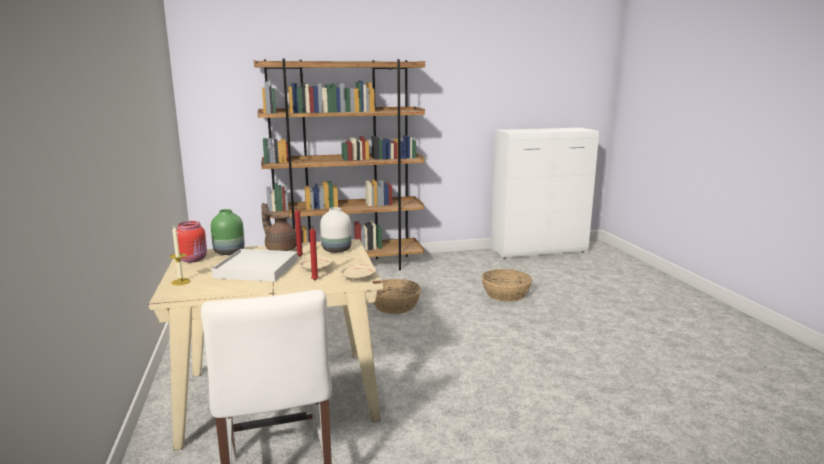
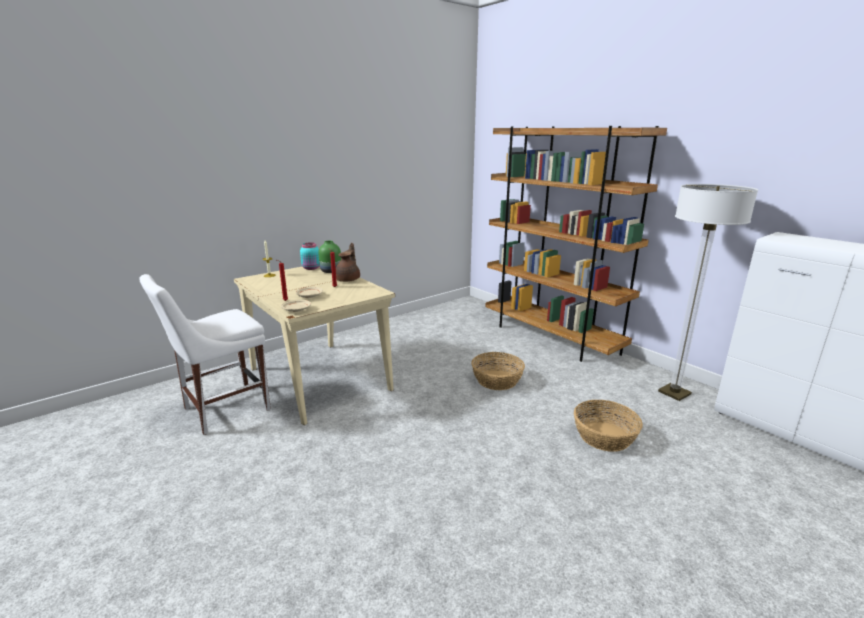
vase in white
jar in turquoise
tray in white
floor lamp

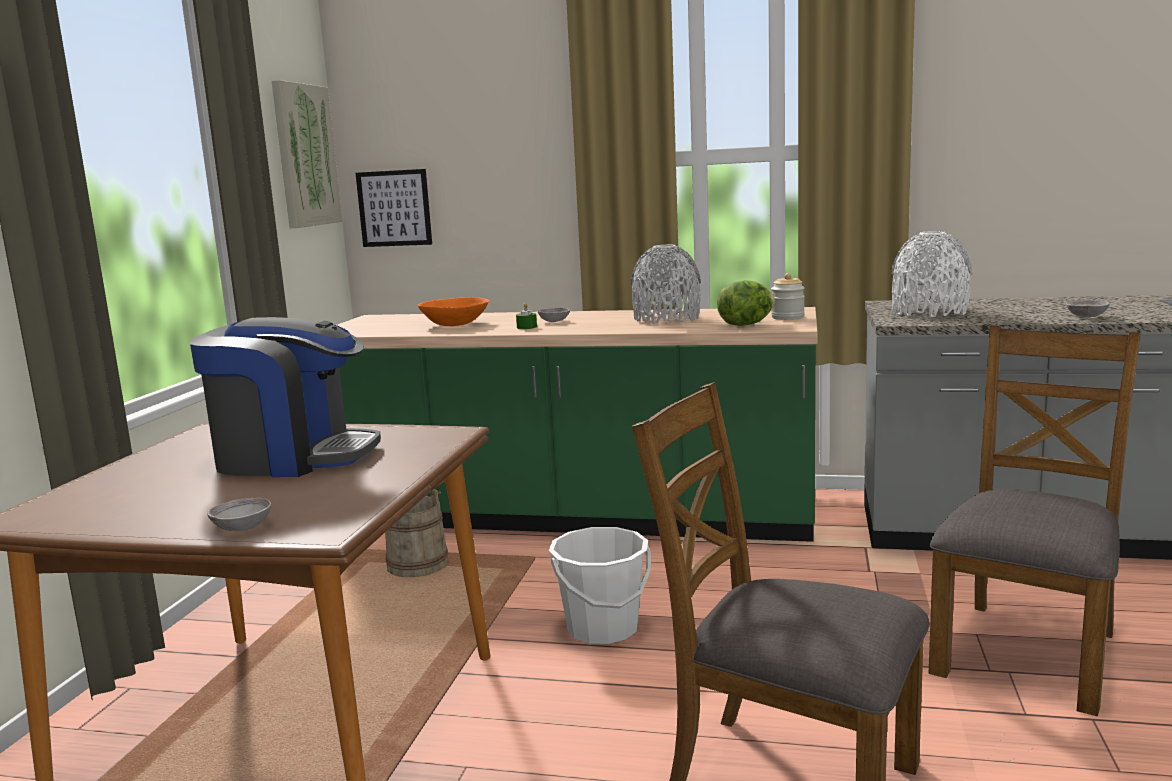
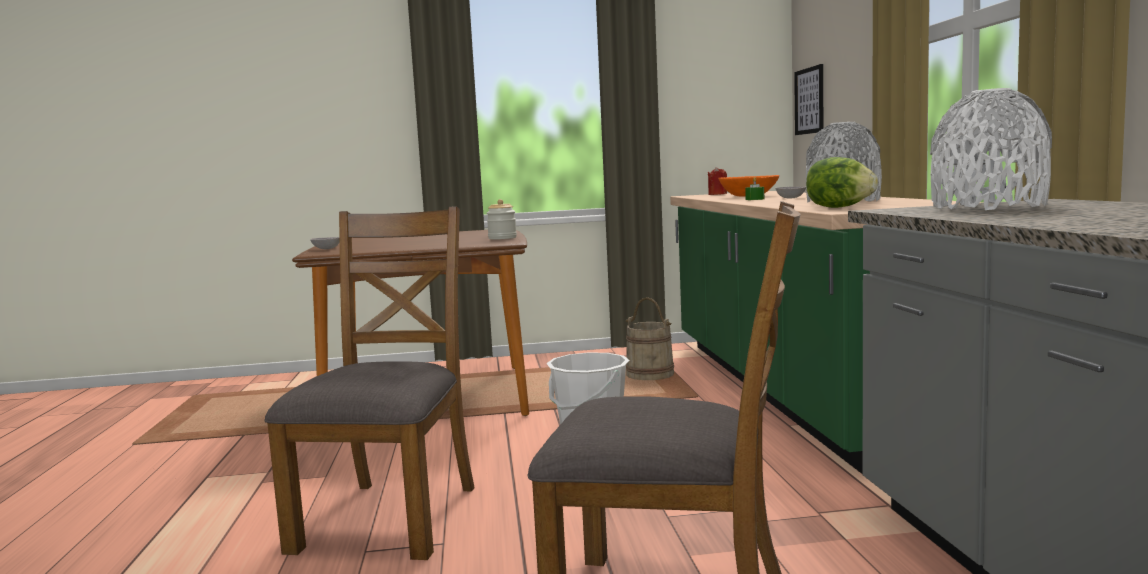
picture (no. 1 from left in the first image)
jar
bowl in grey (no. 3 from left in the first image)
coffee machine
candle in red

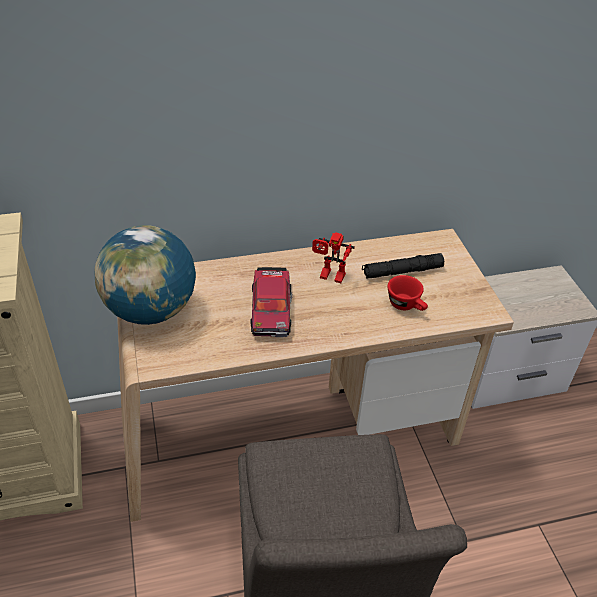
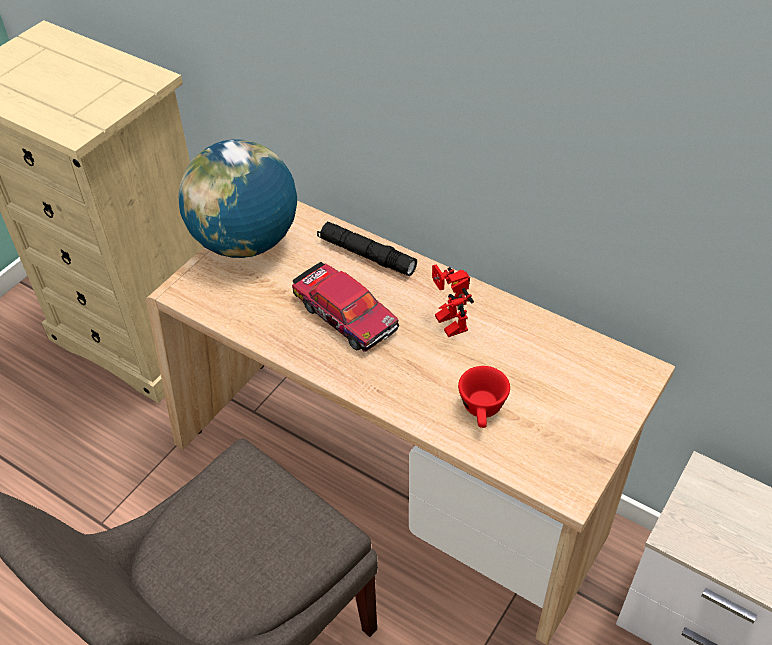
flashlight in black
toy car

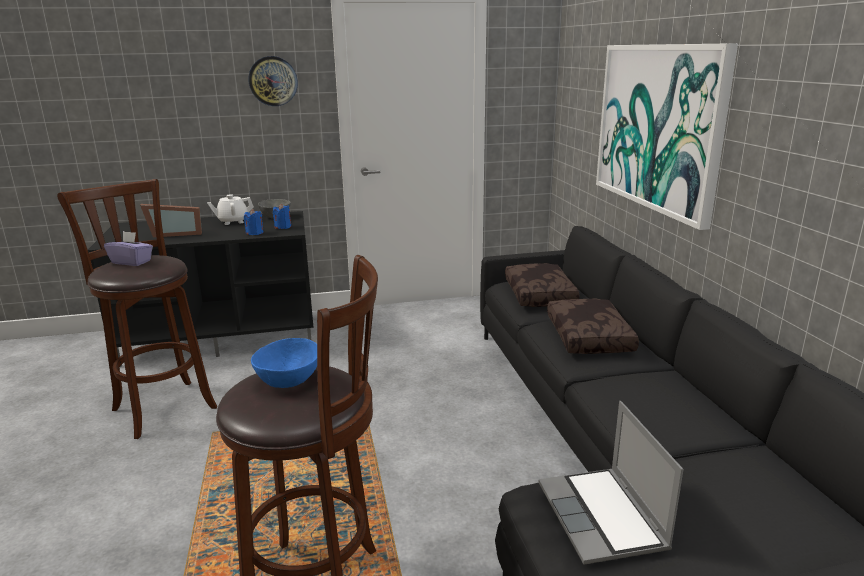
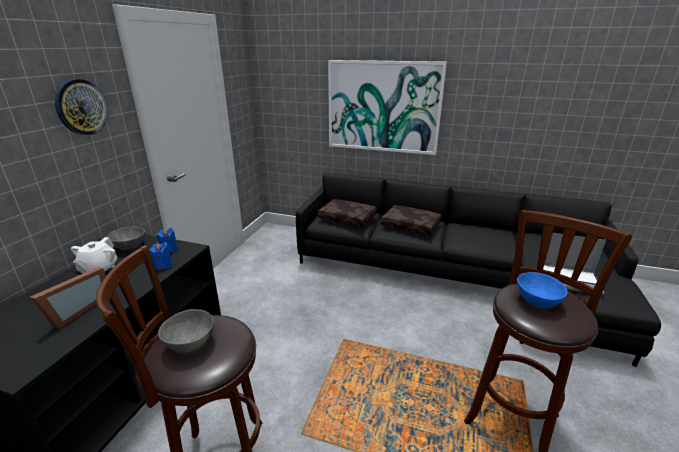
bowl in grey (no. 2 from left)

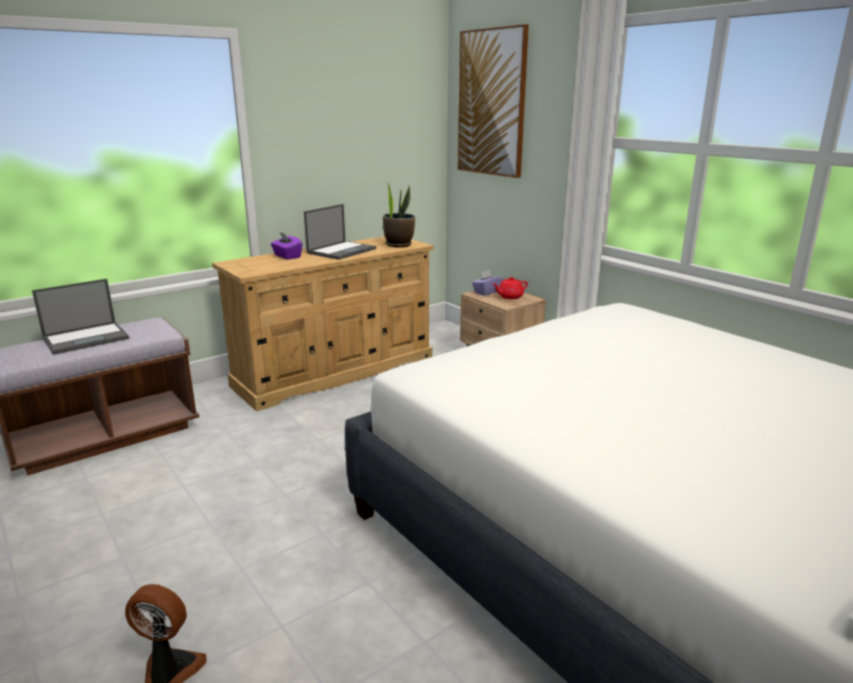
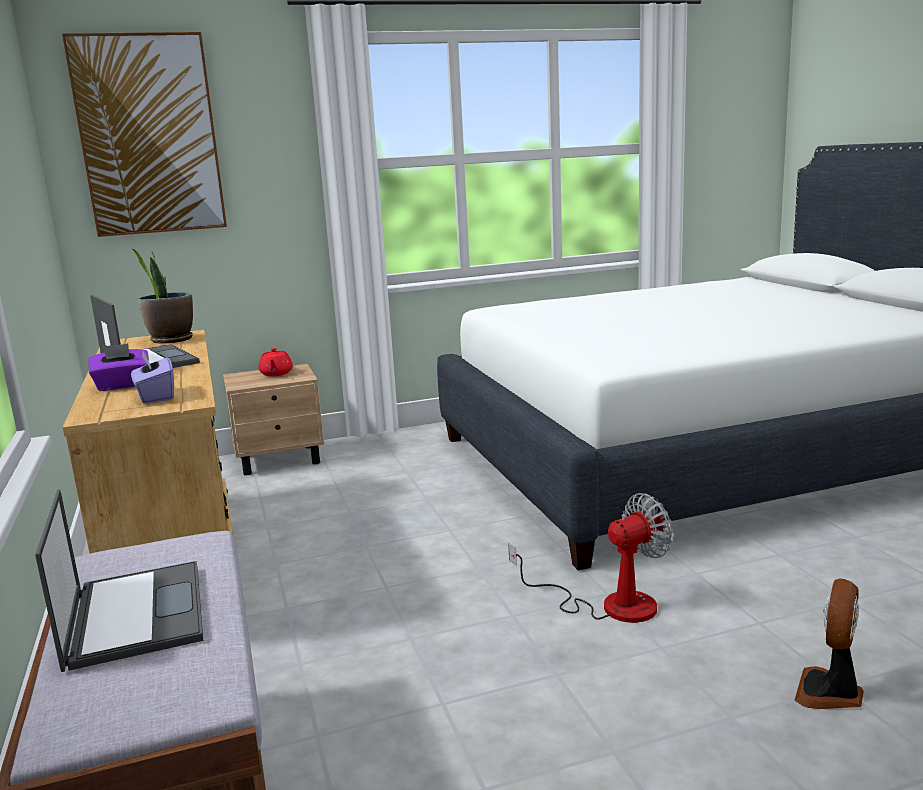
tissue box in purple (no. 2 from left)
fan (no. 1 from left)

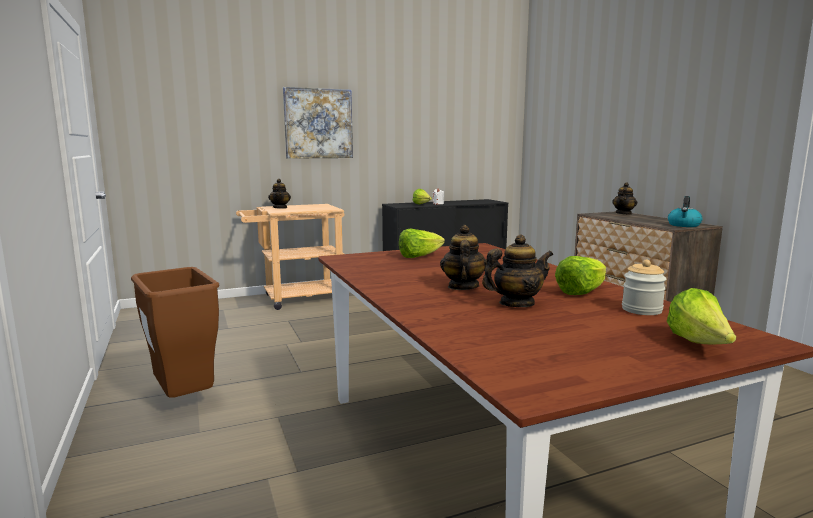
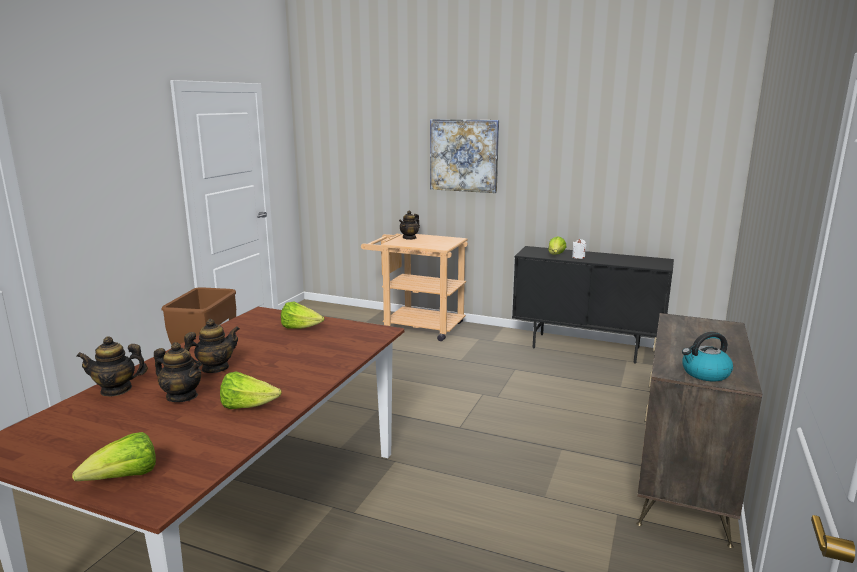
teapot (no. 1 from left)
jar

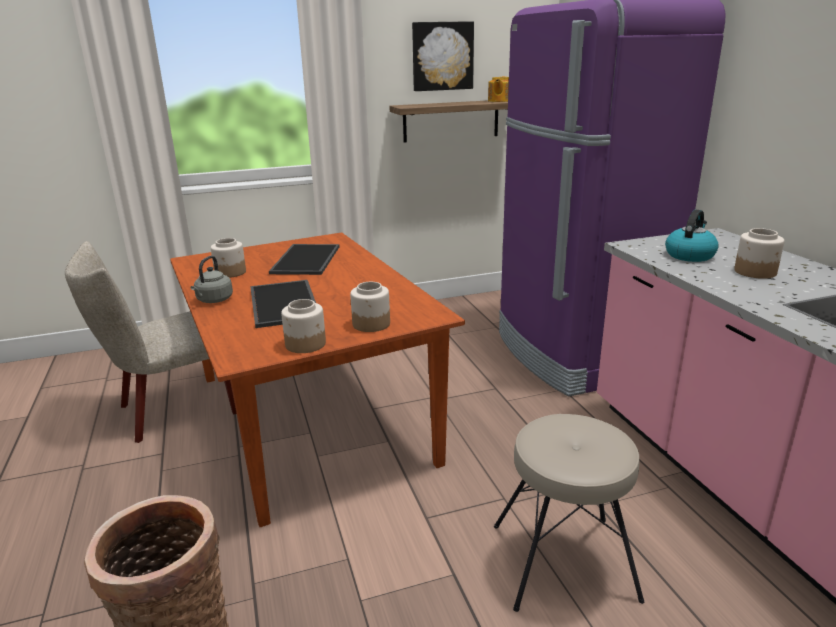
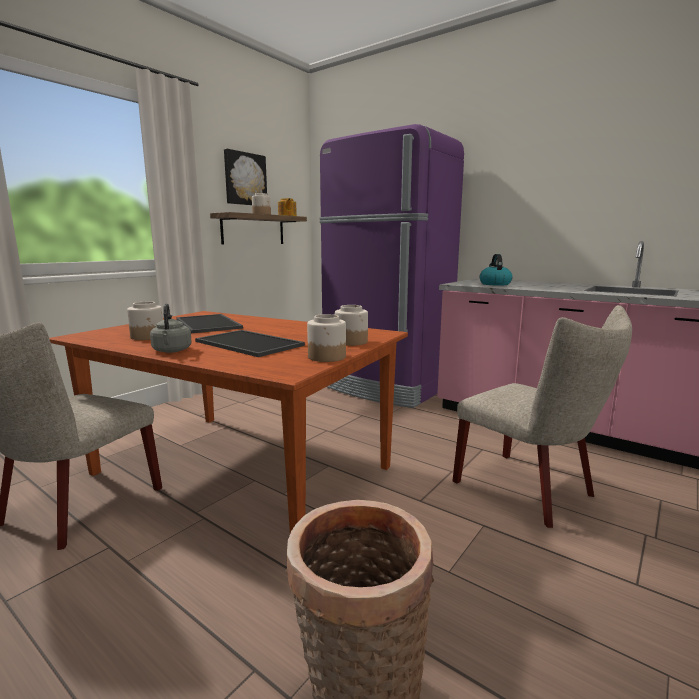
jar (no. 2 from left)
chair in beige (no. 2 from left)

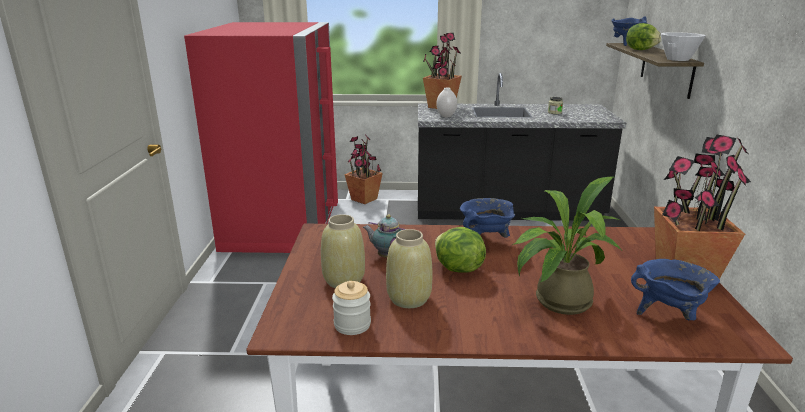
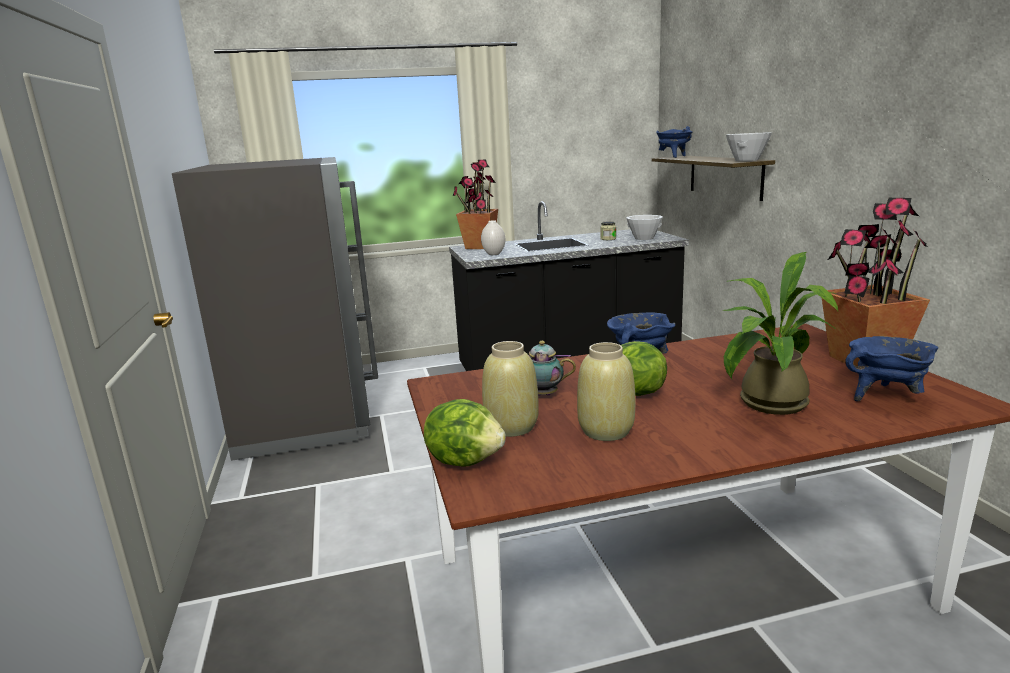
fridge in grey
lettuce (no. 1 from left)
potted plant (no. 1 from left in the first image)
jar (no. 1 from left in the first image)
bowl in white (no. 1 from left)

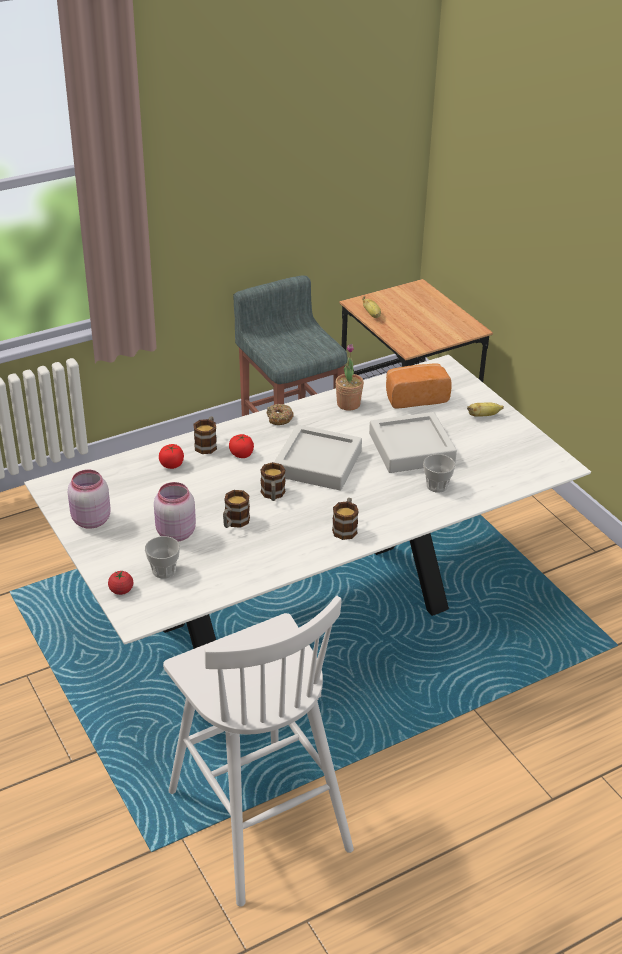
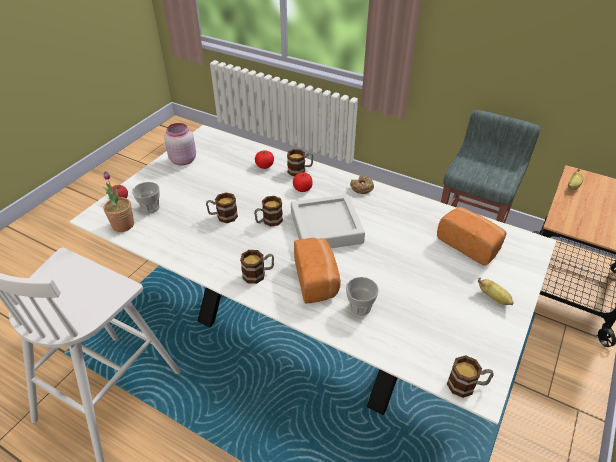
potted plant
tray in grey (no. 2 from left in the first image)
jar in pink (no. 2 from left in the first image)
bread (no. 1 from left)
mug (no. 5 from left)

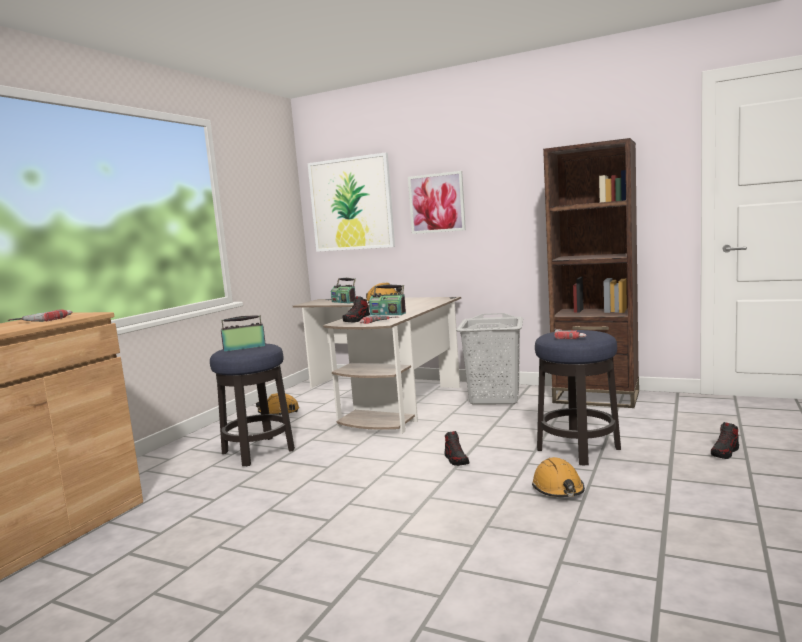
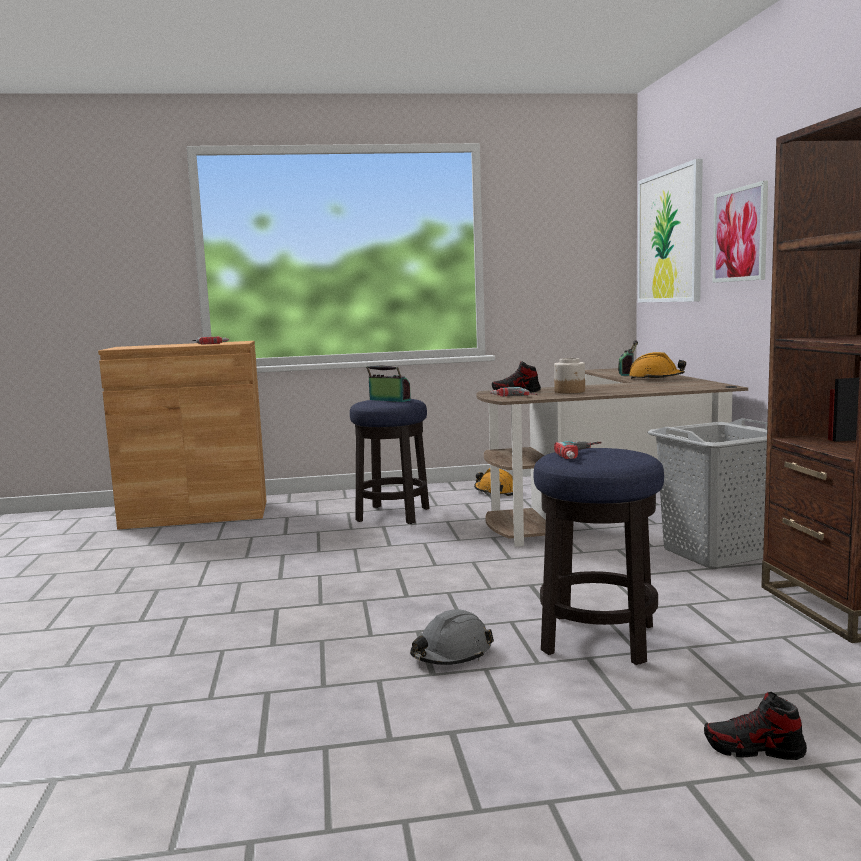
jar
shoe (no. 2 from left in the first image)
hard hat in grey

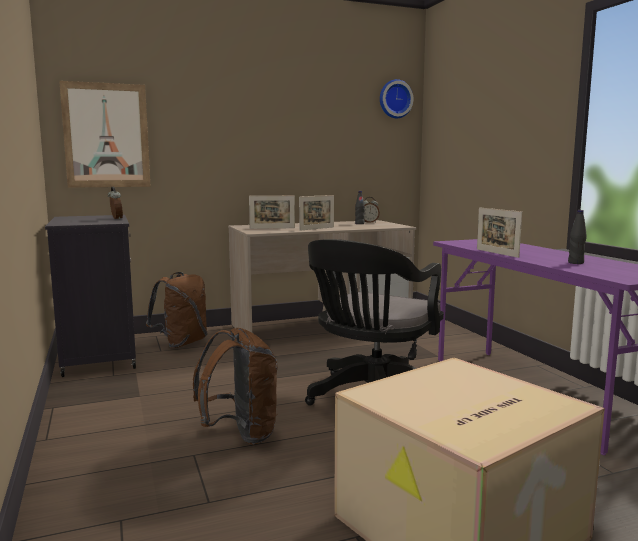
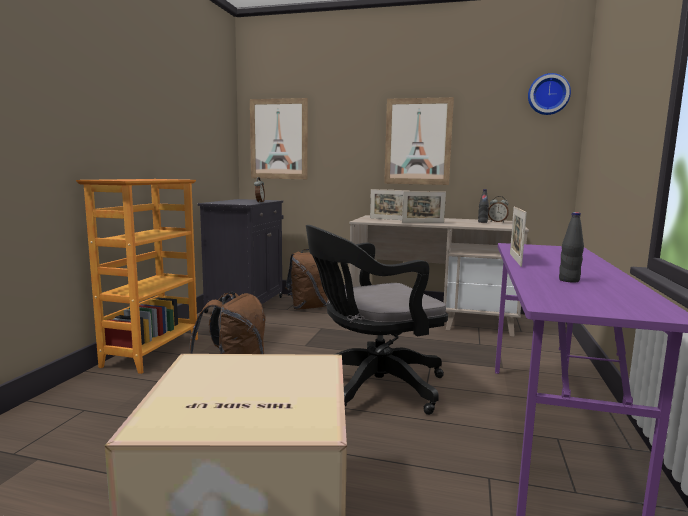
picture (no. 2 from left)
bookcase

